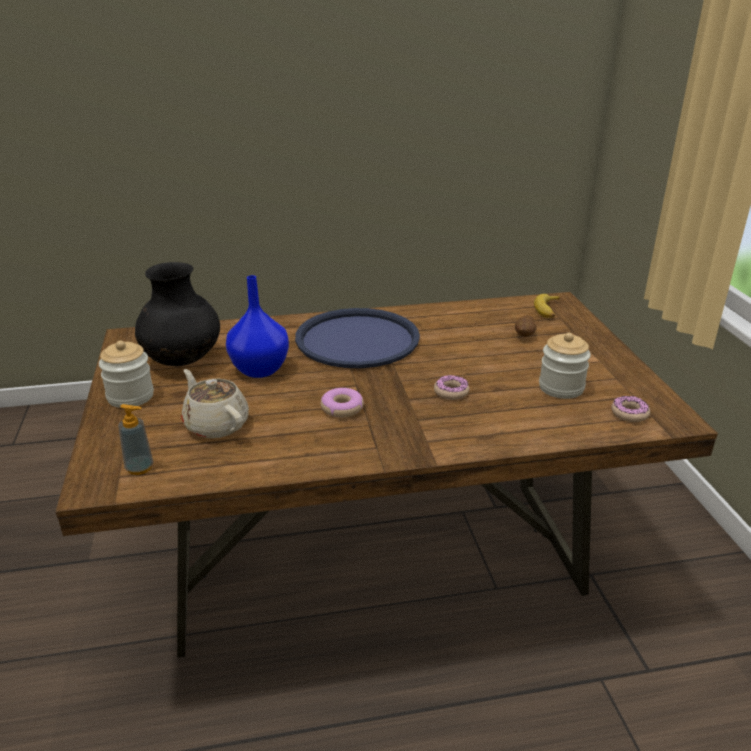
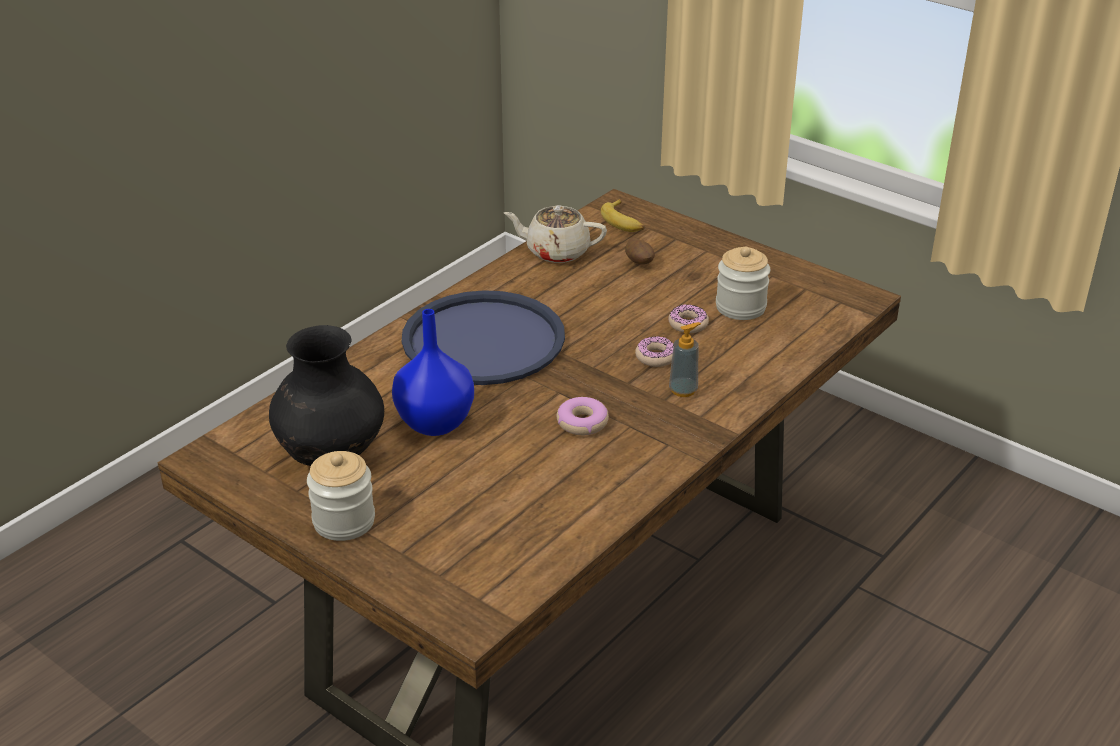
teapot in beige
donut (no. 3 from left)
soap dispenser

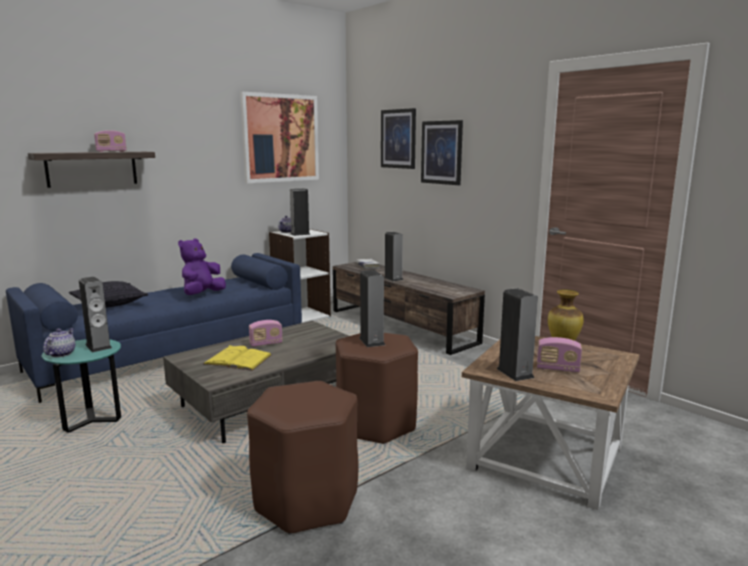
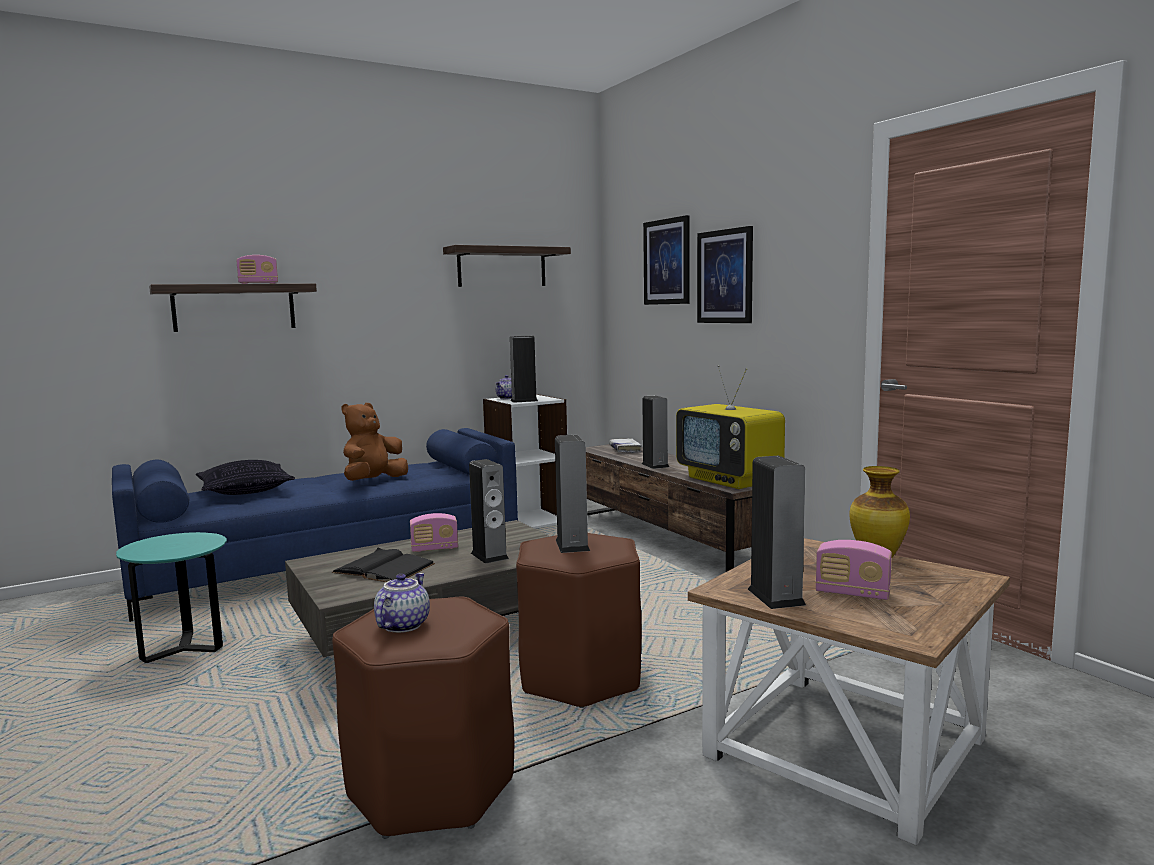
shelf (no. 2 from left)
plush toy in brown
speaker (no. 1 from left)
teapot (no. 1 from left)
book in black
television

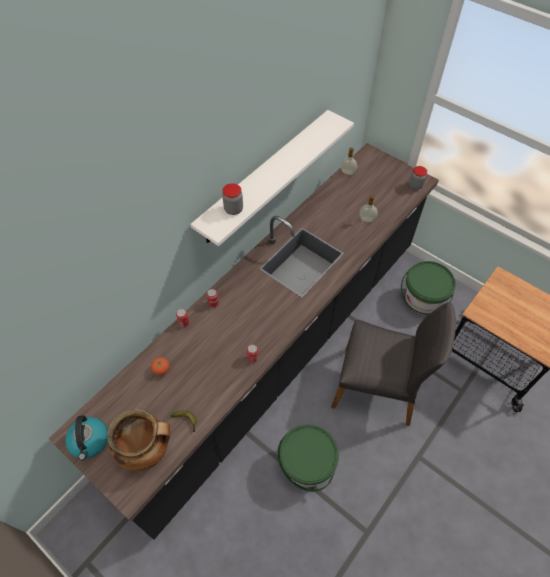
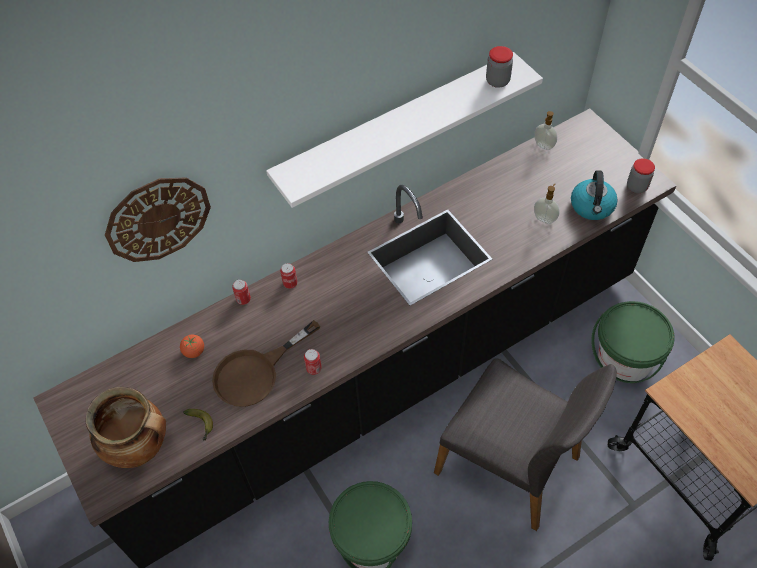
jar (no. 1 from left)
kettle
wall clock
frying pan in brown

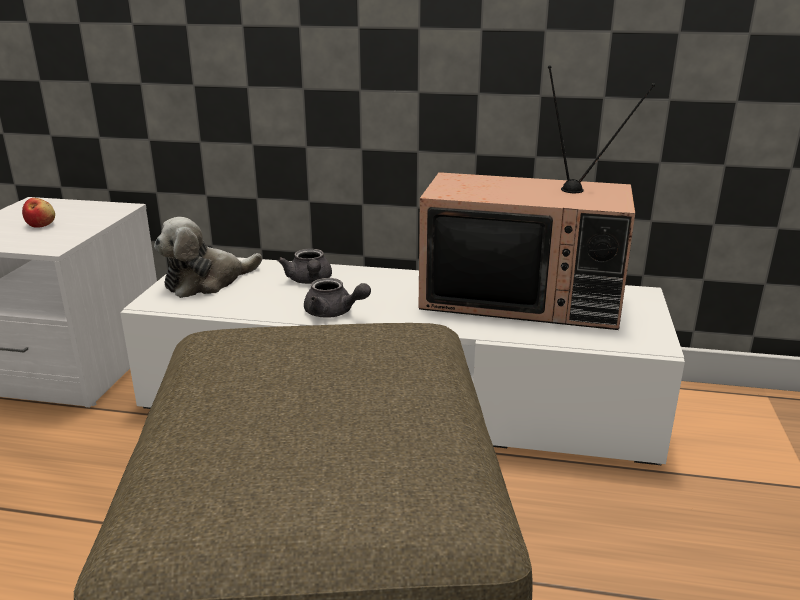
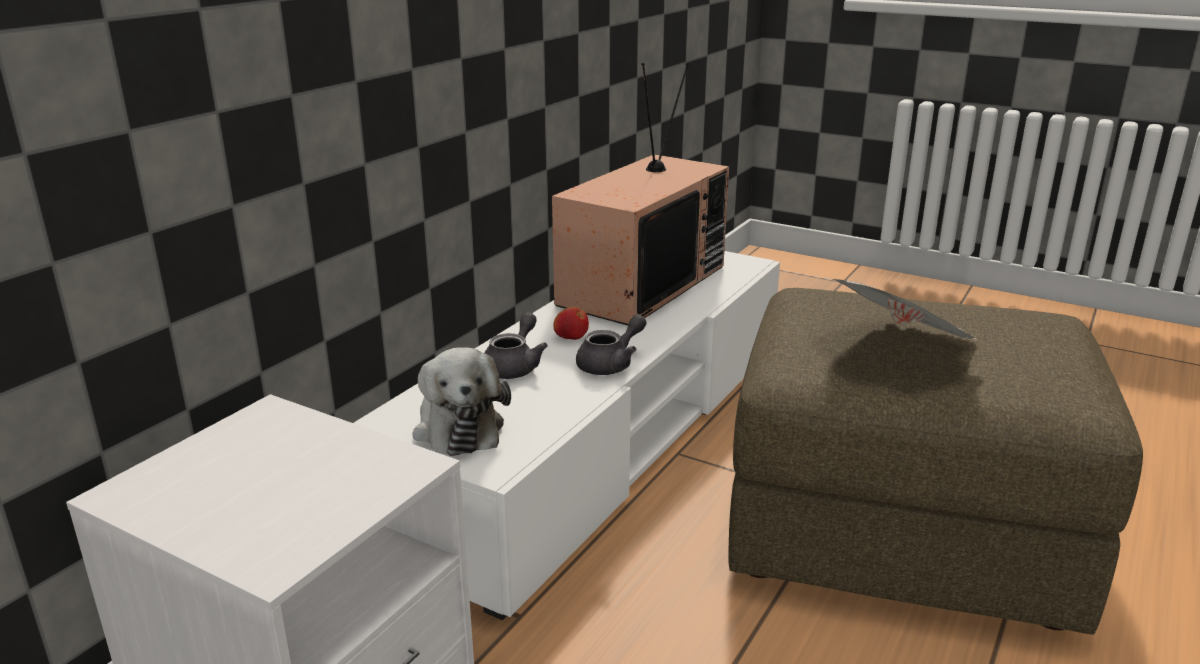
apple
teapot in grey (no. 1 from left)
newspaper

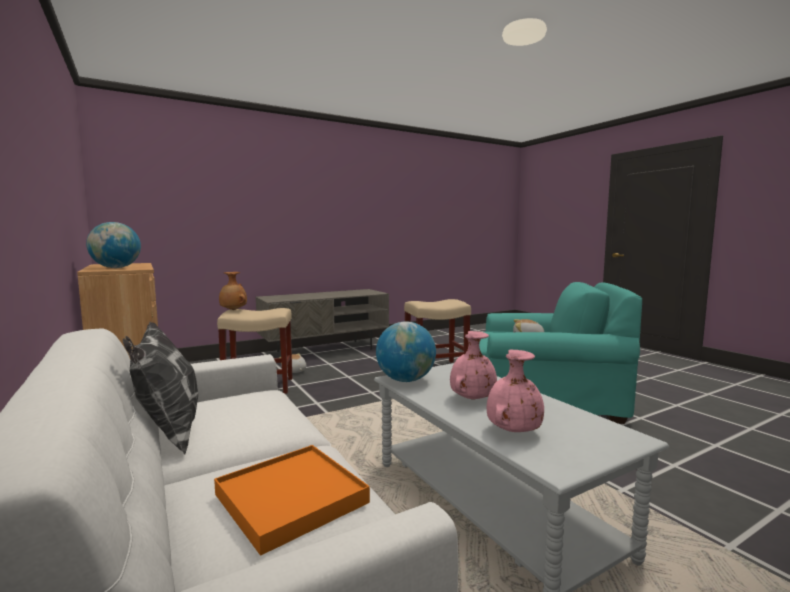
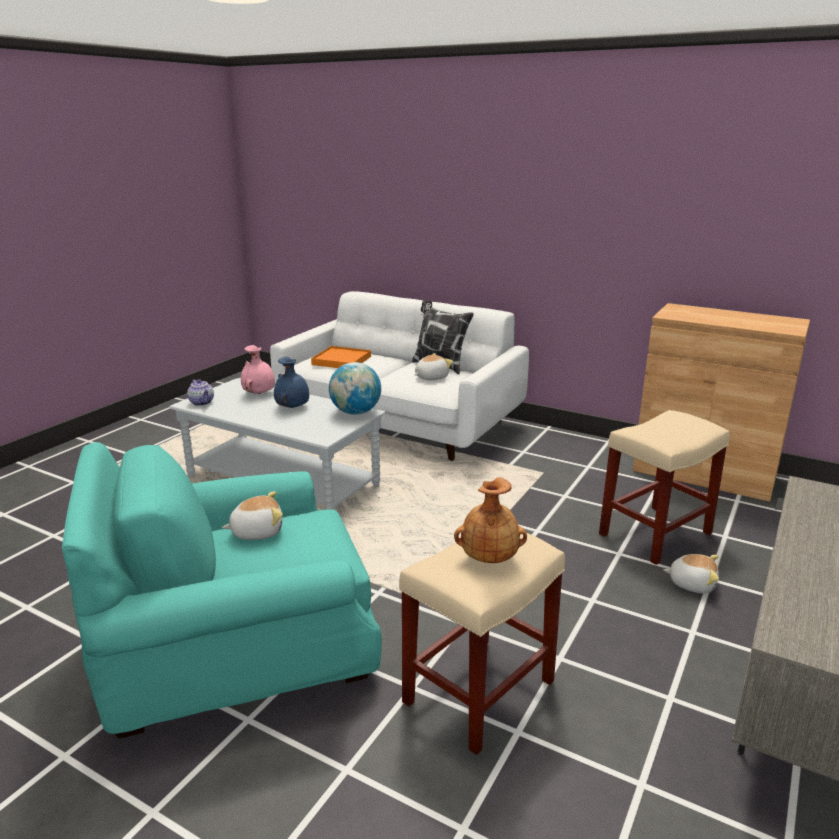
globe (no. 1 from left in the first image)
vase in brown
vase in blue
plush toy (no. 2 from left)
teapot

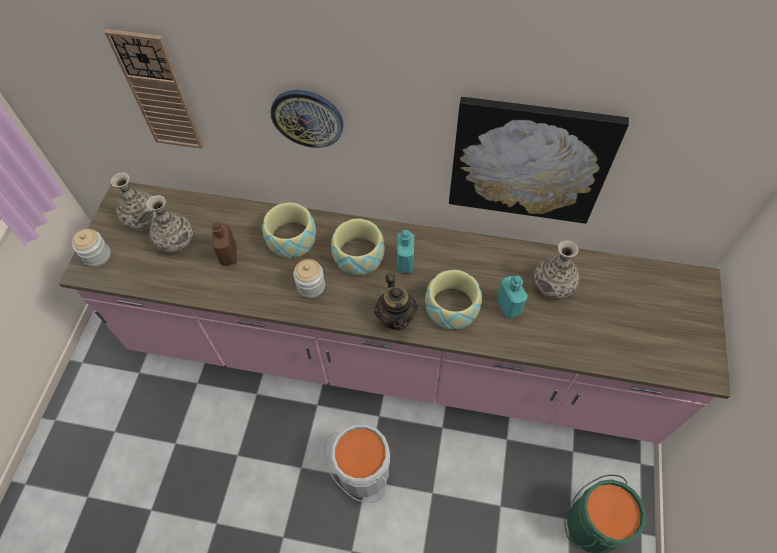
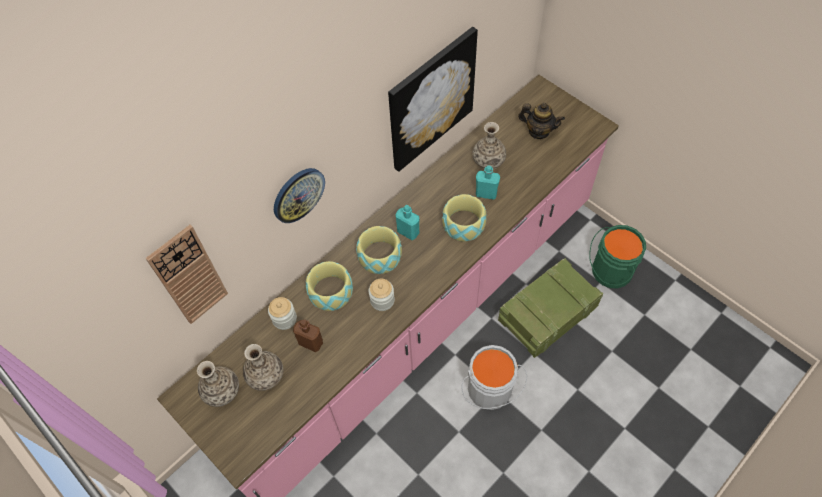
jar (no. 1 from left)
teapot
crate

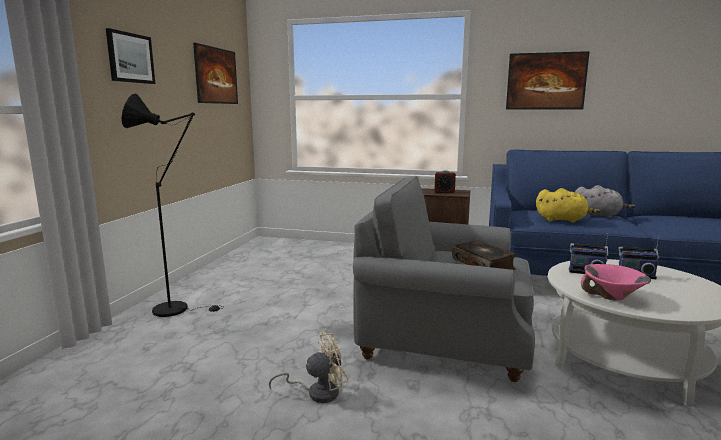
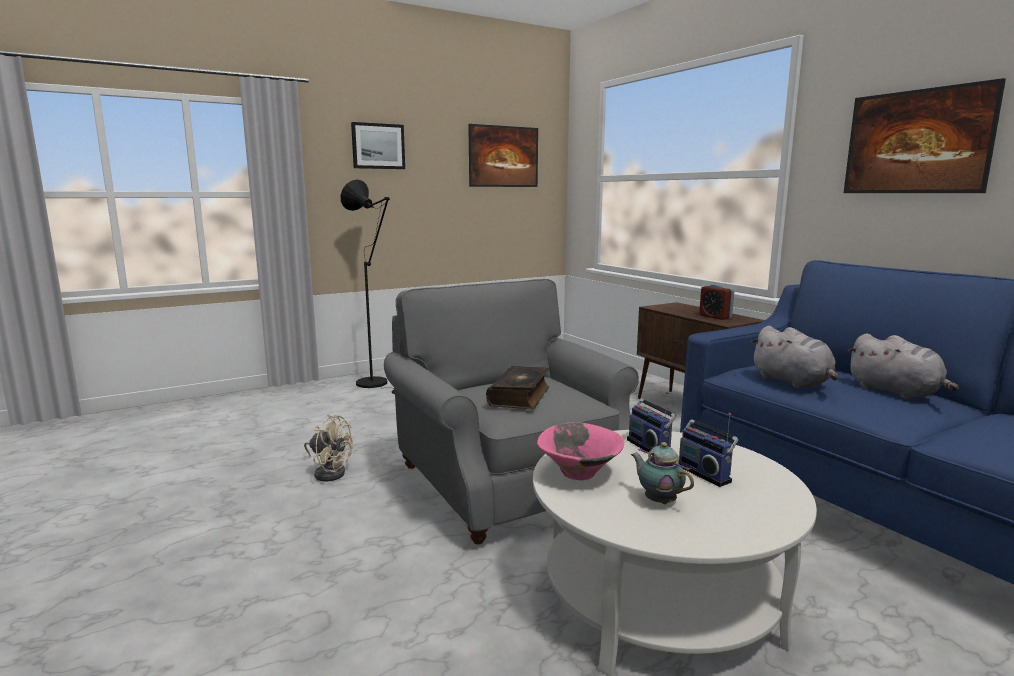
plush toy in grey (no. 1 from left)
teapot

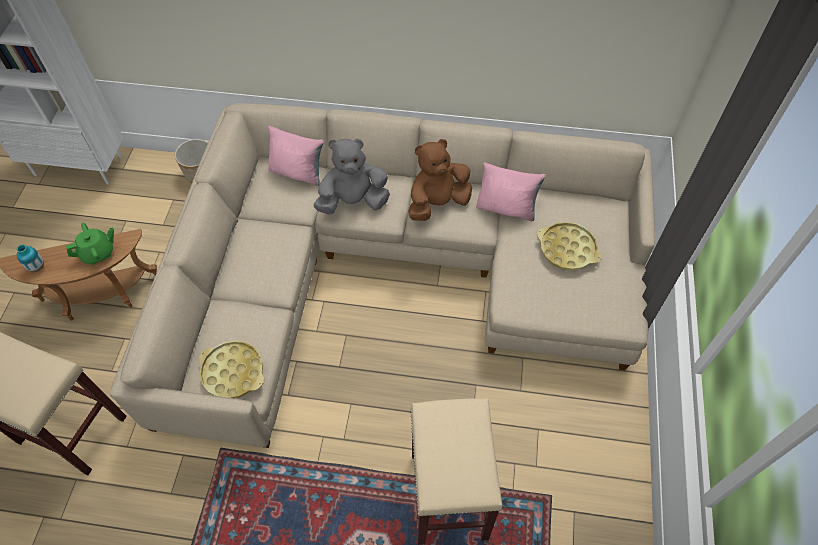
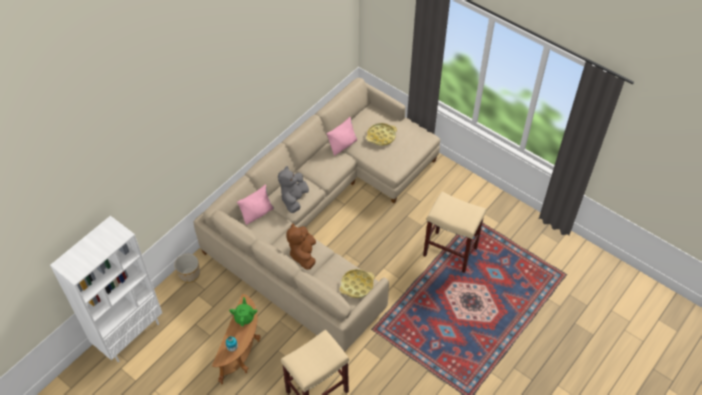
plush toy in brown

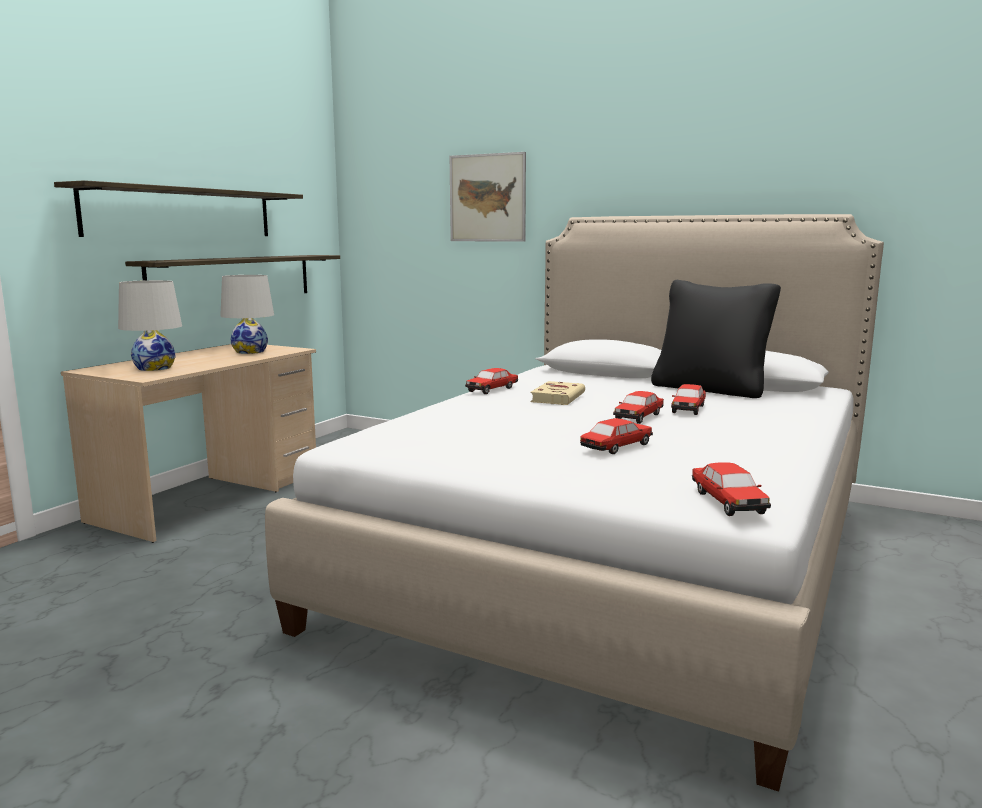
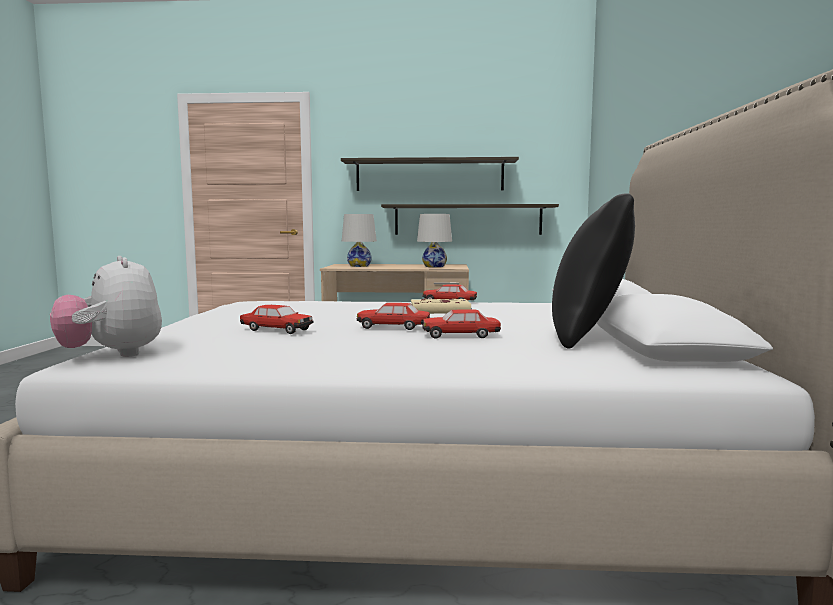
picture
plush toy

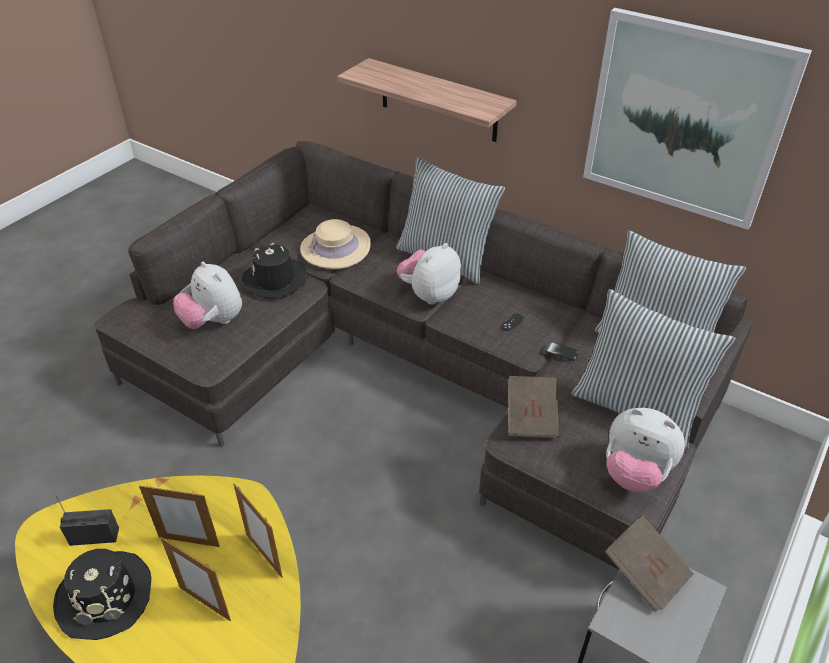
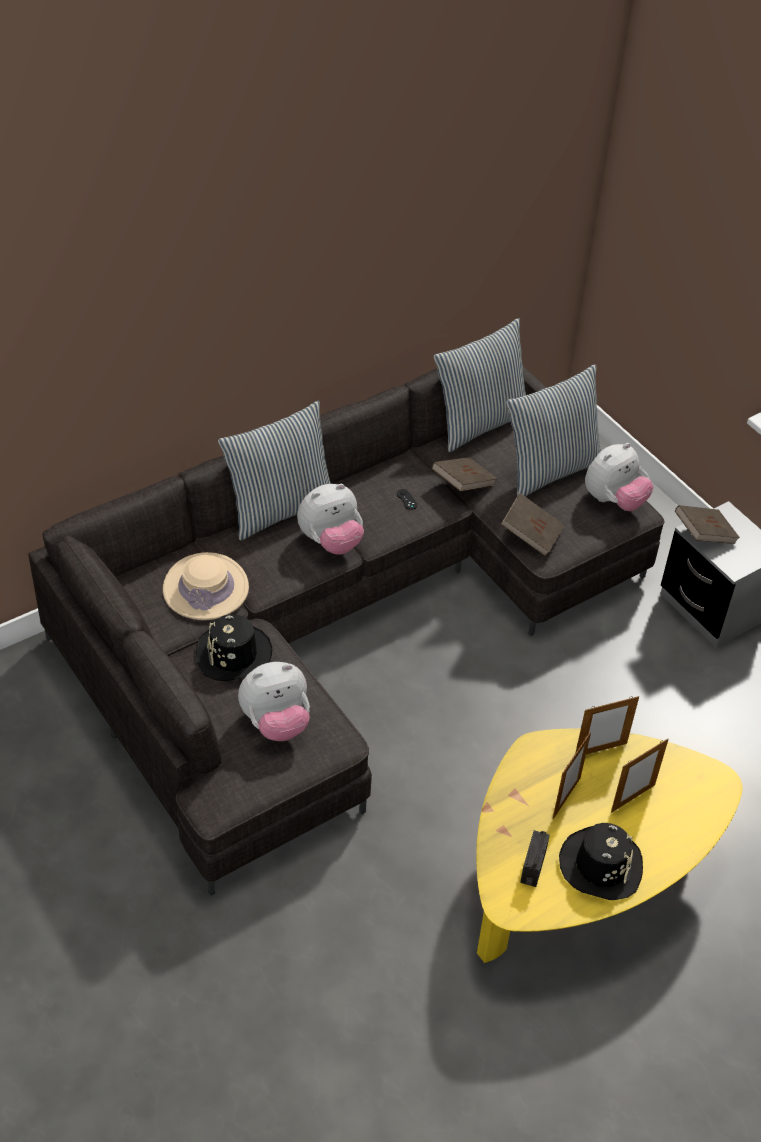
picture
shelf
plush toy (no. 2 from left)
book in brown (no. 1 from left)

